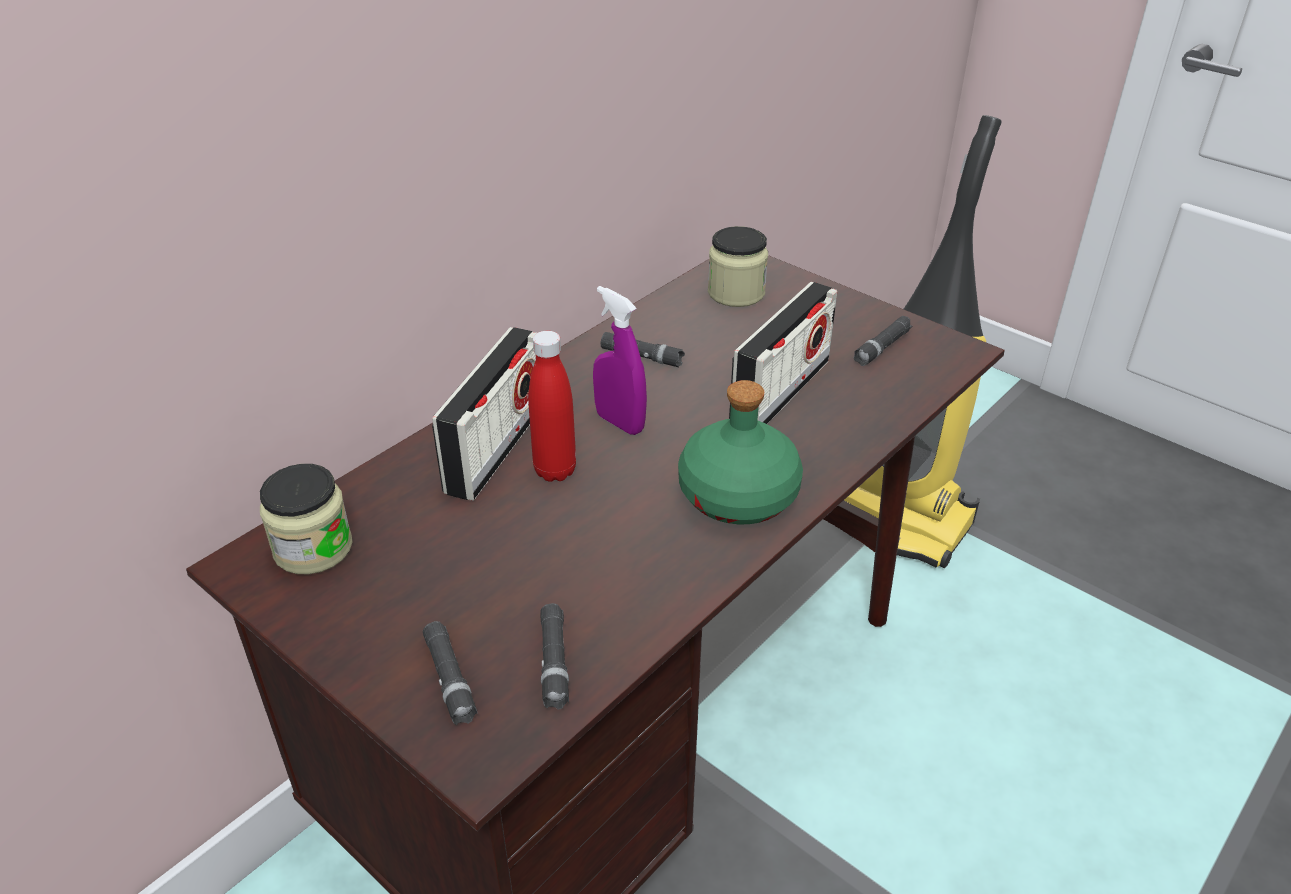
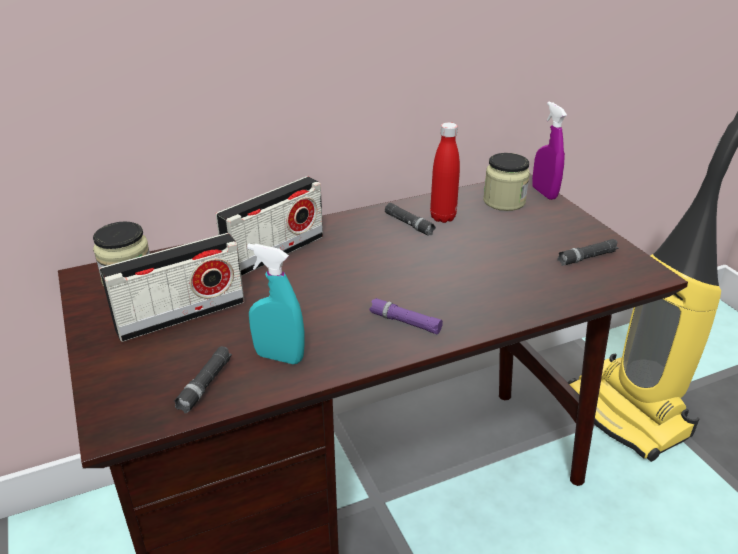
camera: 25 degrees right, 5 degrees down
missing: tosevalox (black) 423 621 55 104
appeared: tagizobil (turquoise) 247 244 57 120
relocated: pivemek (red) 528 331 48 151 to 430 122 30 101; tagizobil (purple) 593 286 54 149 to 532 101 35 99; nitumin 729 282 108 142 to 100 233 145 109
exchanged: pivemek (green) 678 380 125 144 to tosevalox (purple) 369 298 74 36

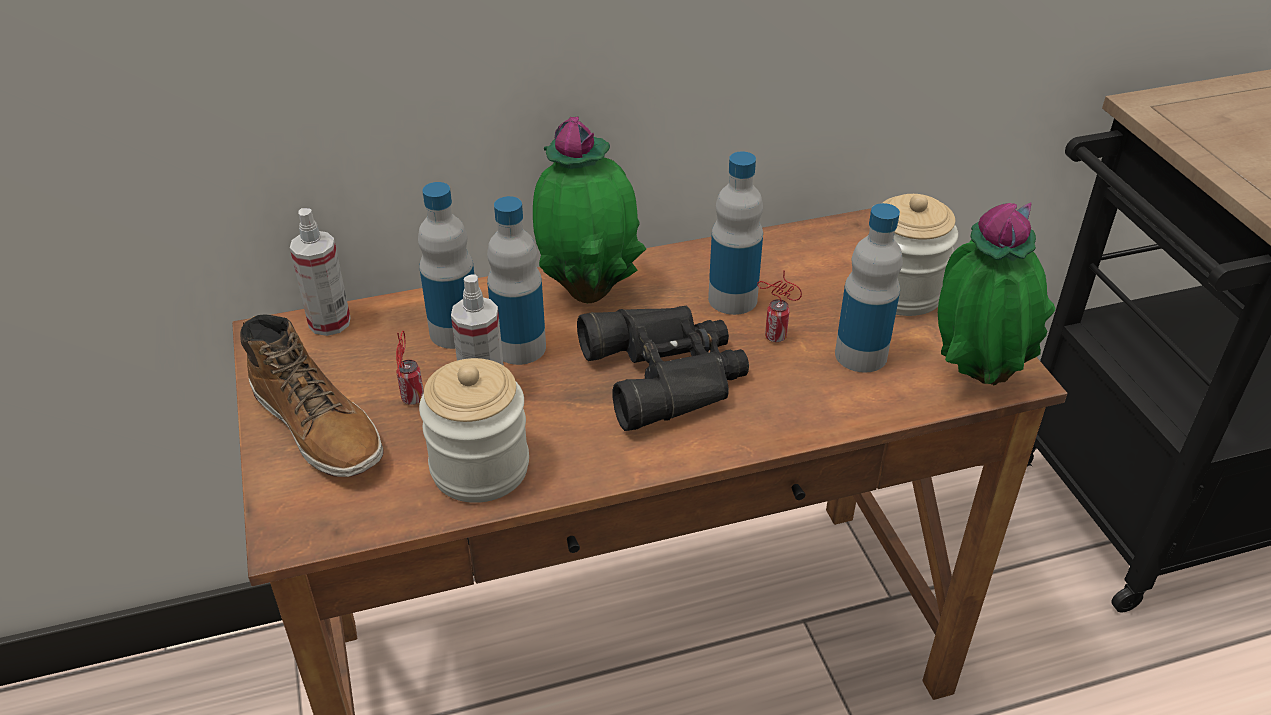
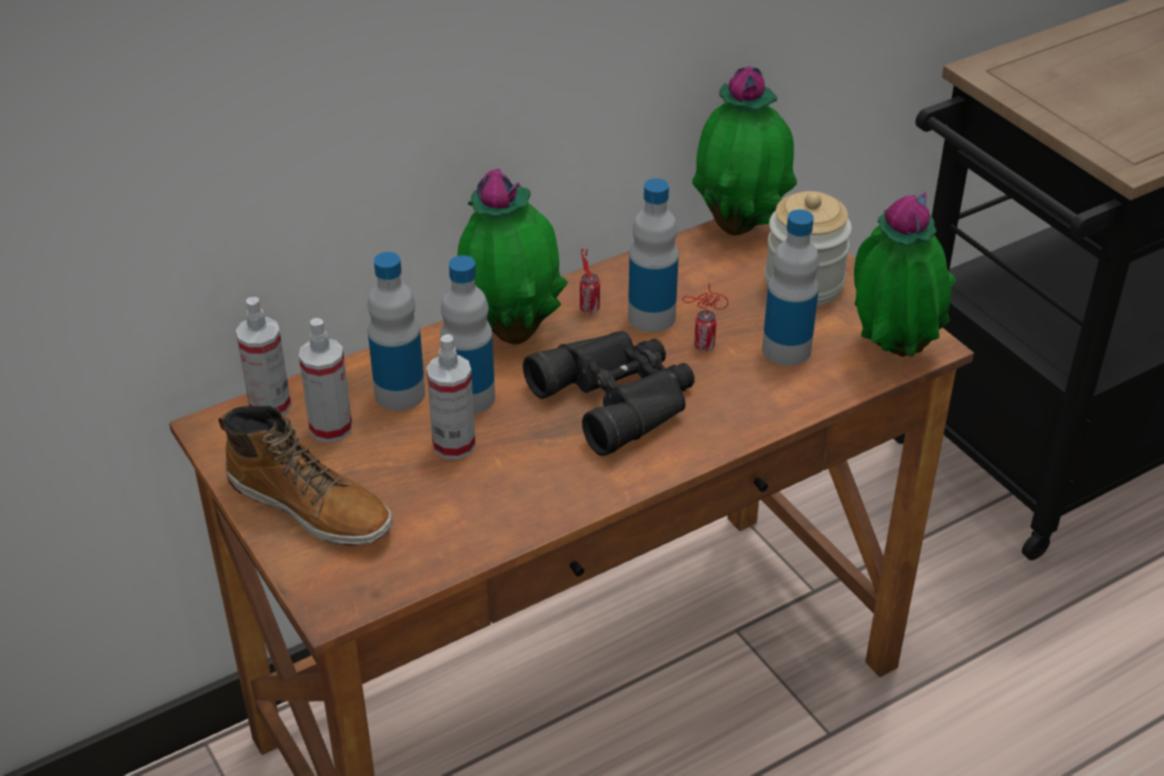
camera: 15 degrees left, 0 degrees up
missing: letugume 419 358 110 145
appeared: tagizobil 299 318 53 125; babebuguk 692 66 105 169
relocated: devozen 396 331 28 74 to 580 248 20 65

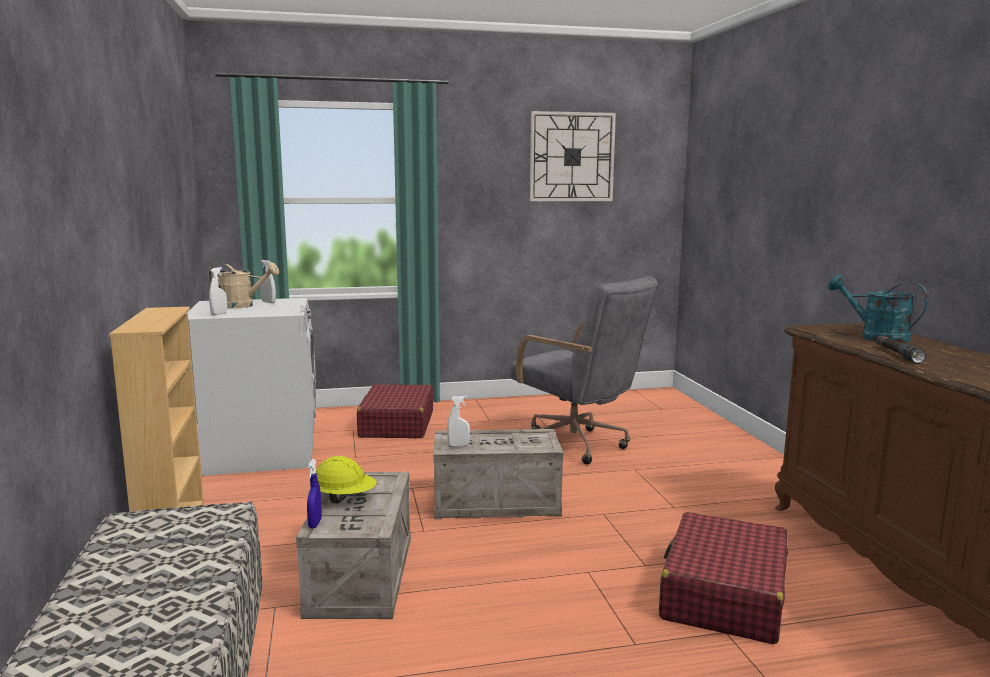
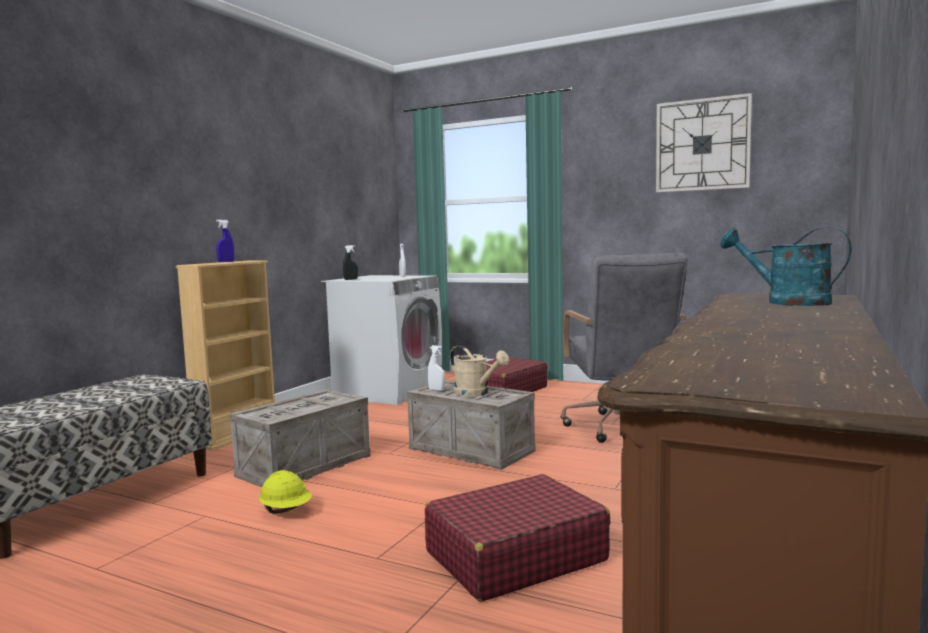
camera: 40 degrees right, 5 degrees down
missing: tosevalox (black) 876 335 50 28
relocated: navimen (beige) 209 262 70 47 to 450 345 59 51; tagizobil (blue) 307 459 15 69 to 216 220 18 42; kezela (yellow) 316 456 61 47 to 259 470 53 44
colour: tagizobil (white) 209 267 18 48 to tagizobil (black) 343 245 15 35
spun: navimen (turquoise) 828 275 101 68 = 720 227 131 79 45 degrees counterclockwise

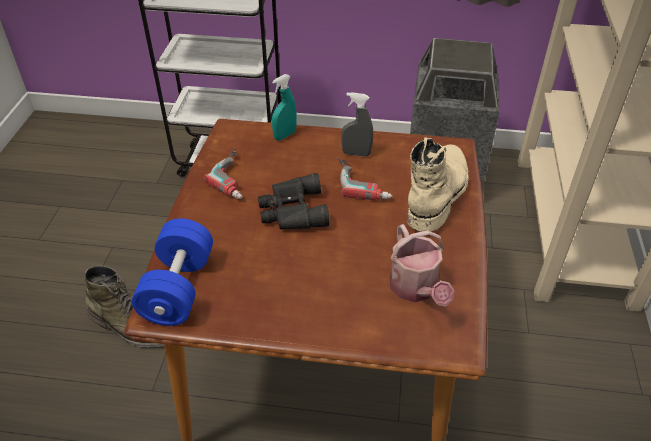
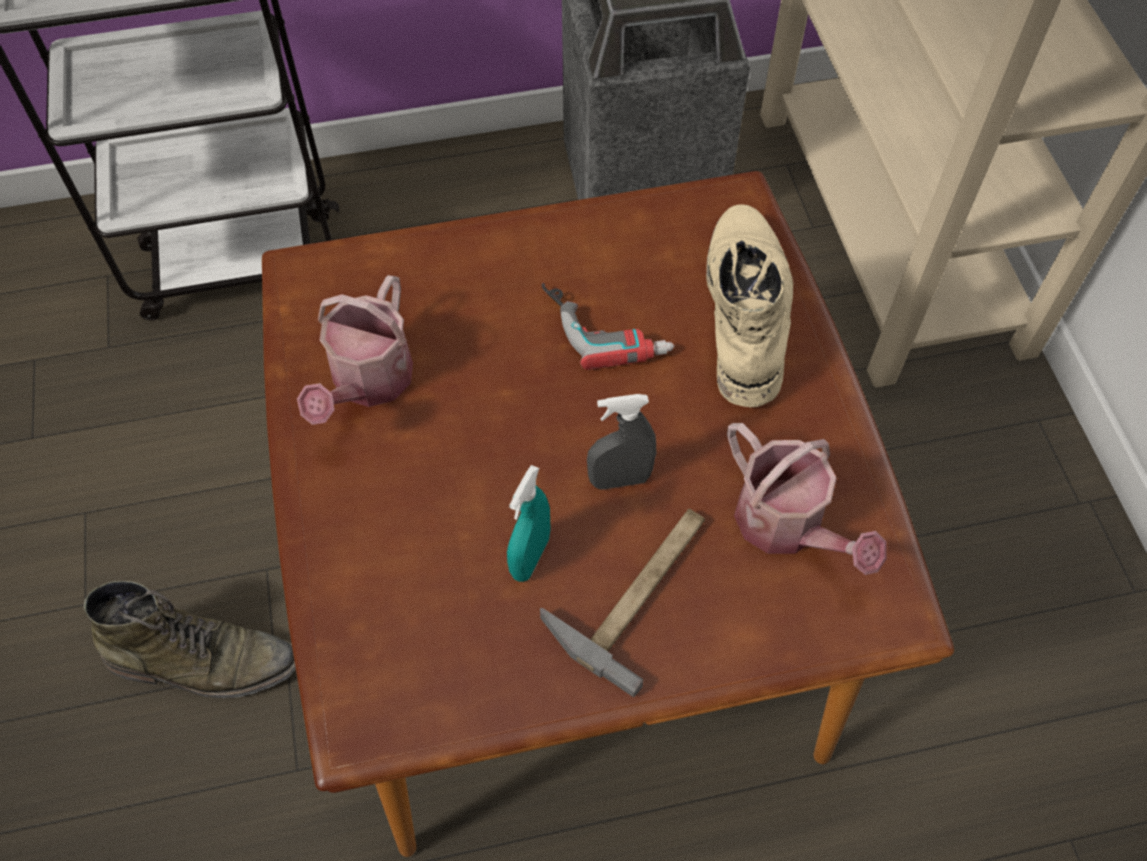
camera: 20 degrees left, 15 degrees up
missing: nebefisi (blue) 132 218 81 108; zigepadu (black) 258 173 72 56
appeared: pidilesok 540 509 165 188
relocated: tagizobil (turquoise) 272 74 25 67 to 507 465 43 117; tagizobil (grey) 341 92 32 65 to 587 394 69 96
exchanged: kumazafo 204 148 39 51 to navimen 297 275 116 150

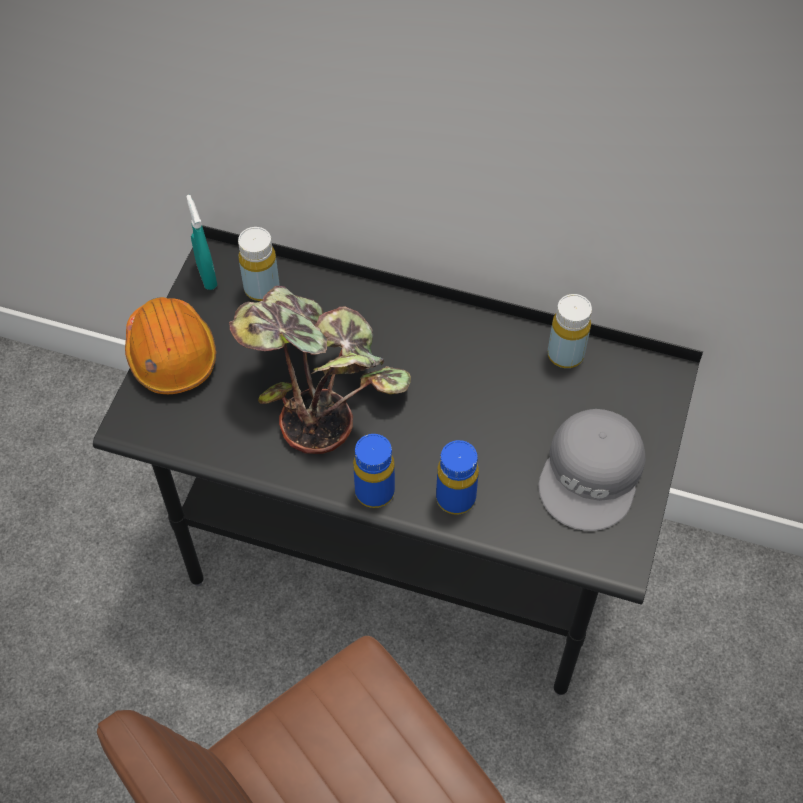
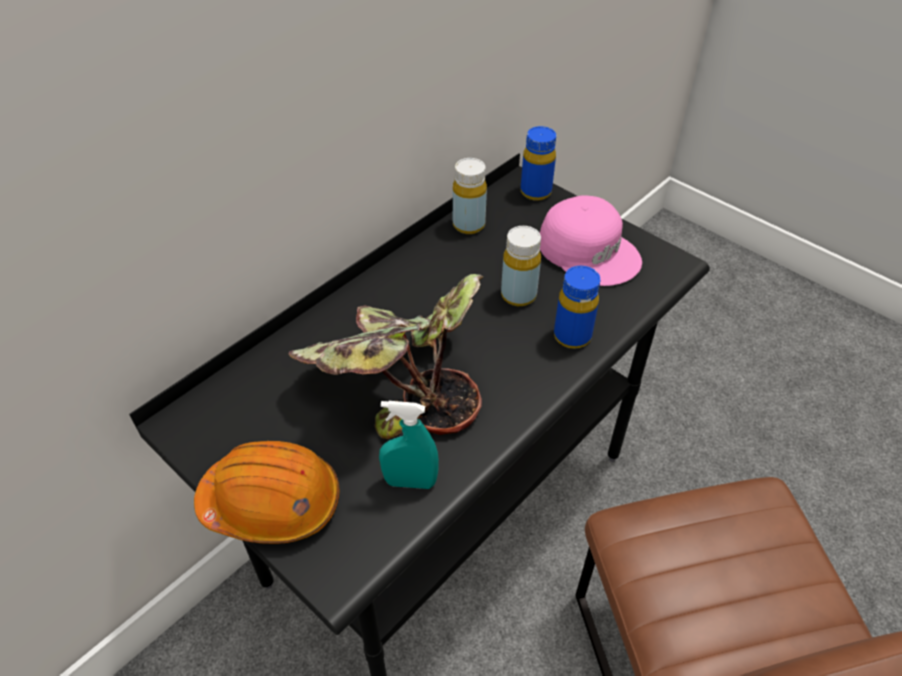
camera: 65 degrees left, 10 degrees down
relocated: tagizobil (turquoise) 186 195 31 95 to 379 401 60 88; pivemek (yellow) 238 227 42 74 to 501 226 40 80; pivemek (blue) 353 434 42 74 to 521 126 35 75
colour: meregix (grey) 539 409 106 122 to meregix (pink) 540 195 102 91

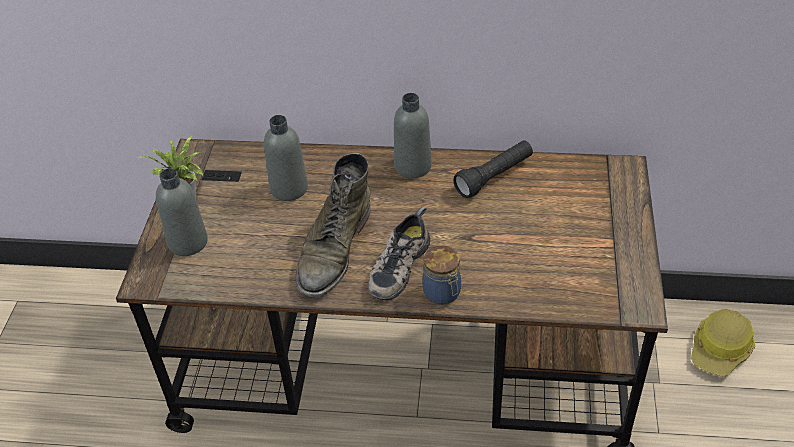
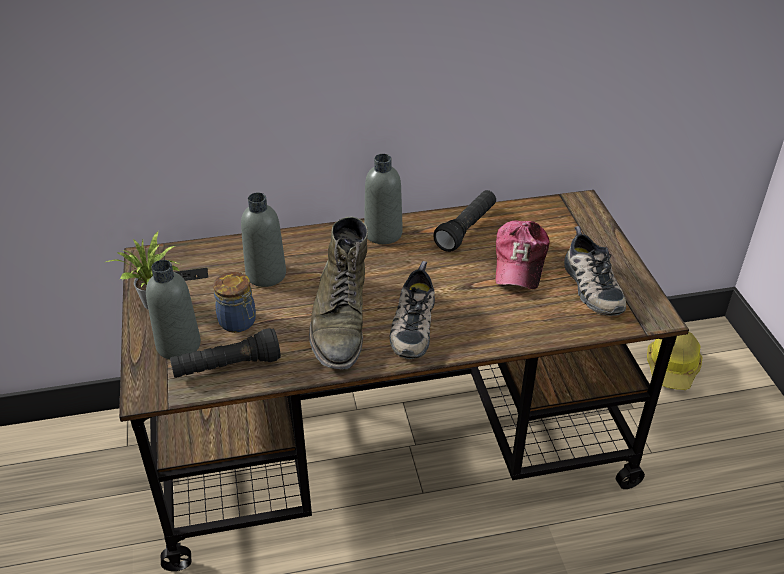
camera: 20 degrees left, 5 degrees down
appeared: tosevalox (black) 170 328 111 50; meregix 496 221 54 68; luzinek 564 226 62 90
relocated: letugume 423 246 38 59 to 213 272 43 61

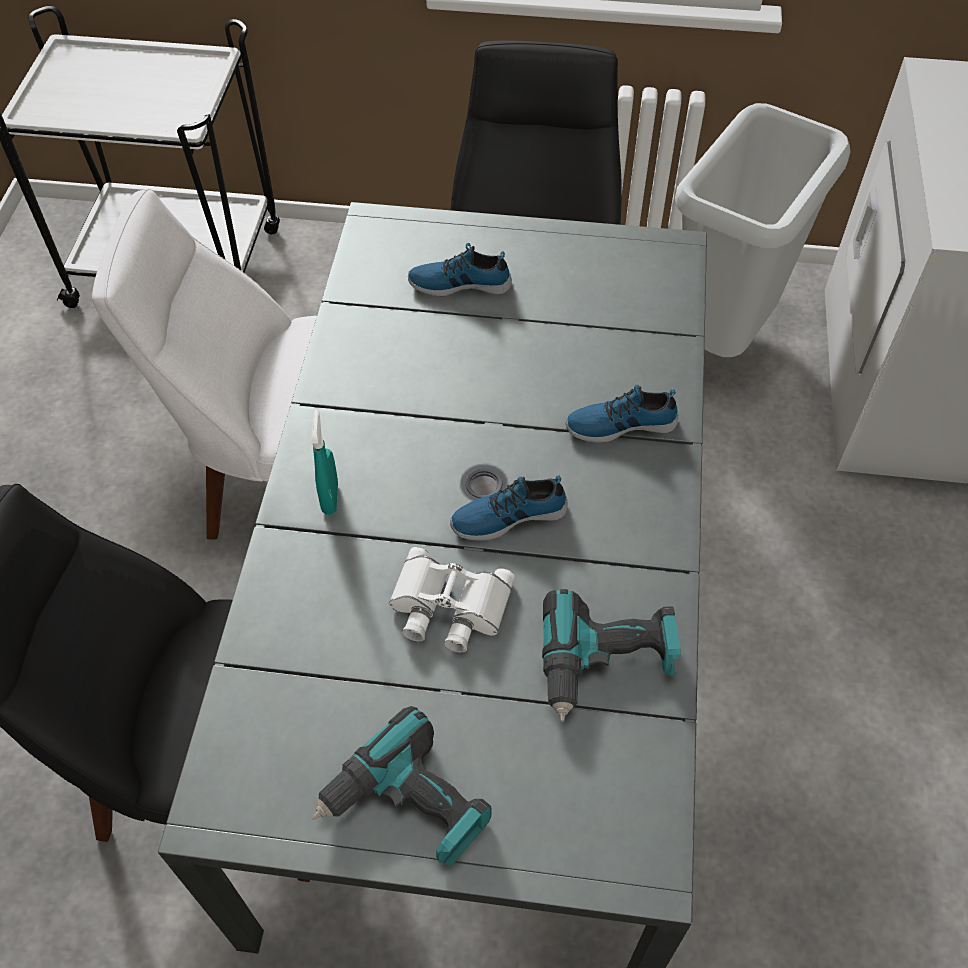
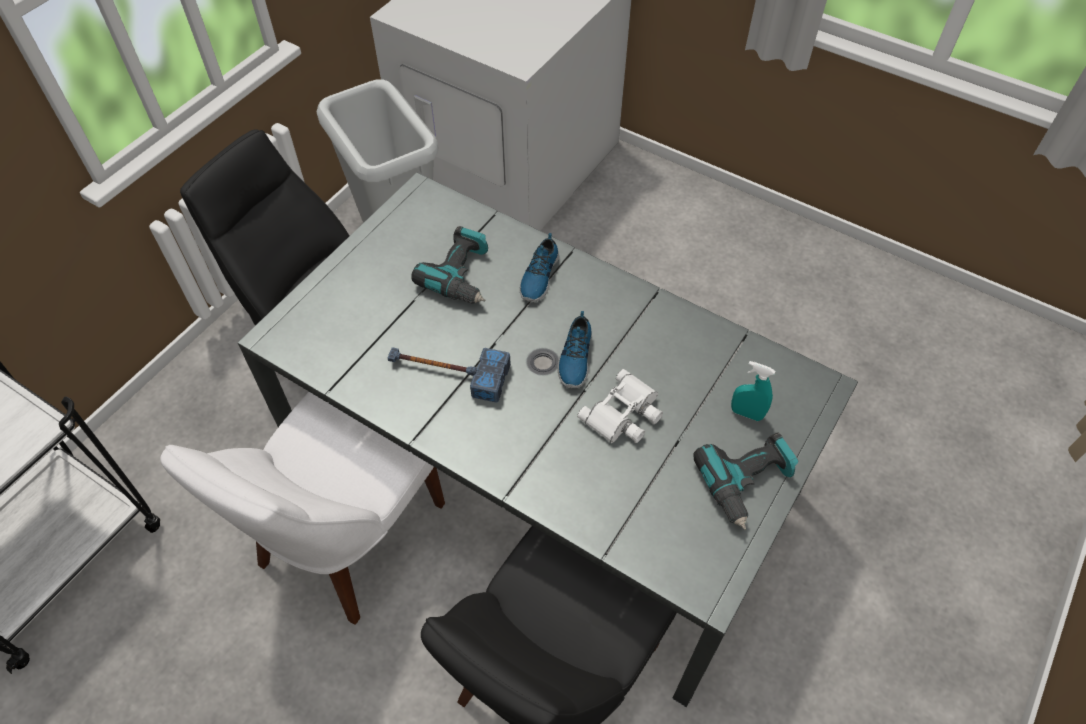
camera: 65 degrees left, 0 degrees up
missing: luzinek 408 243 104 53
appeared: pidilesok 387 347 124 56
relocated: tagizobil (turquoise) 312 410 26 105 to 731 361 44 60; kumazafo 542 589 139 133 to 411 226 77 78

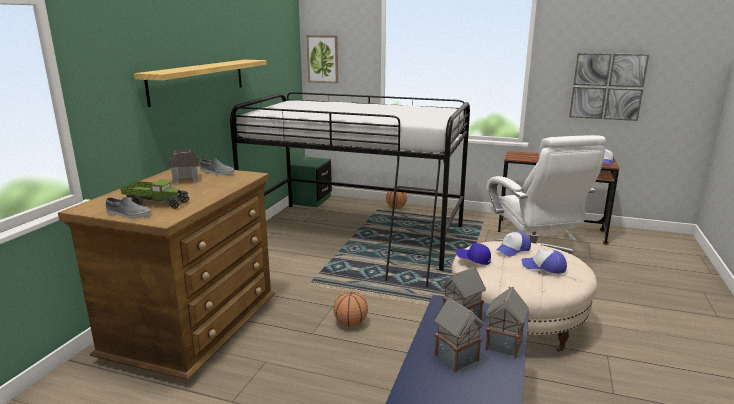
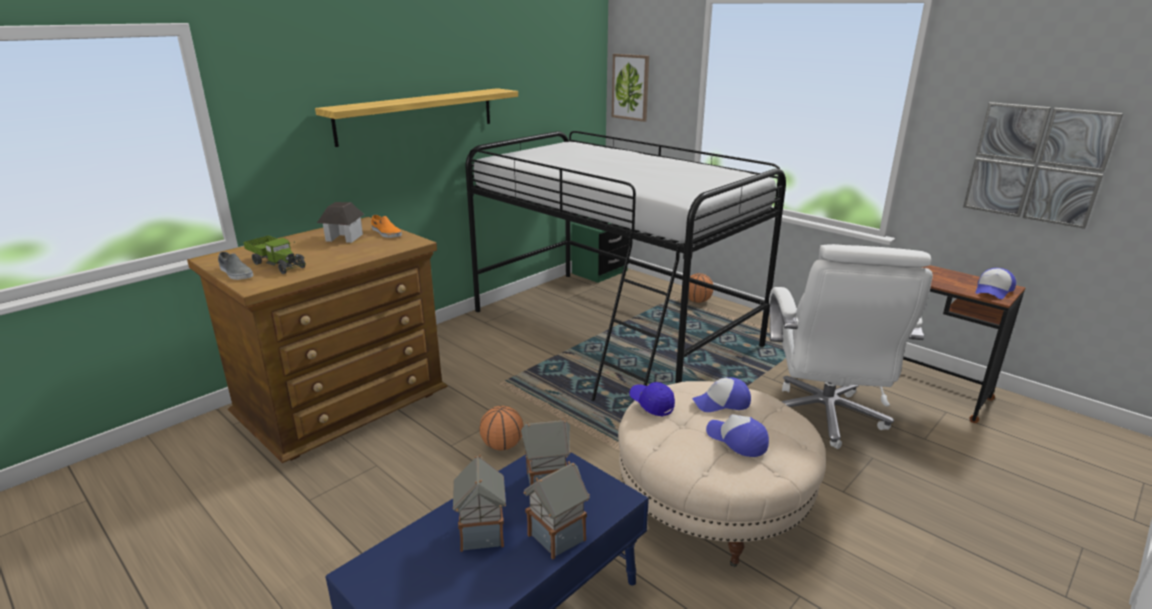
camera: 25 degrees right, 5 degrees up
colour: luzinek (grey) 200 158 35 17 to luzinek (orange) 371 215 31 23

